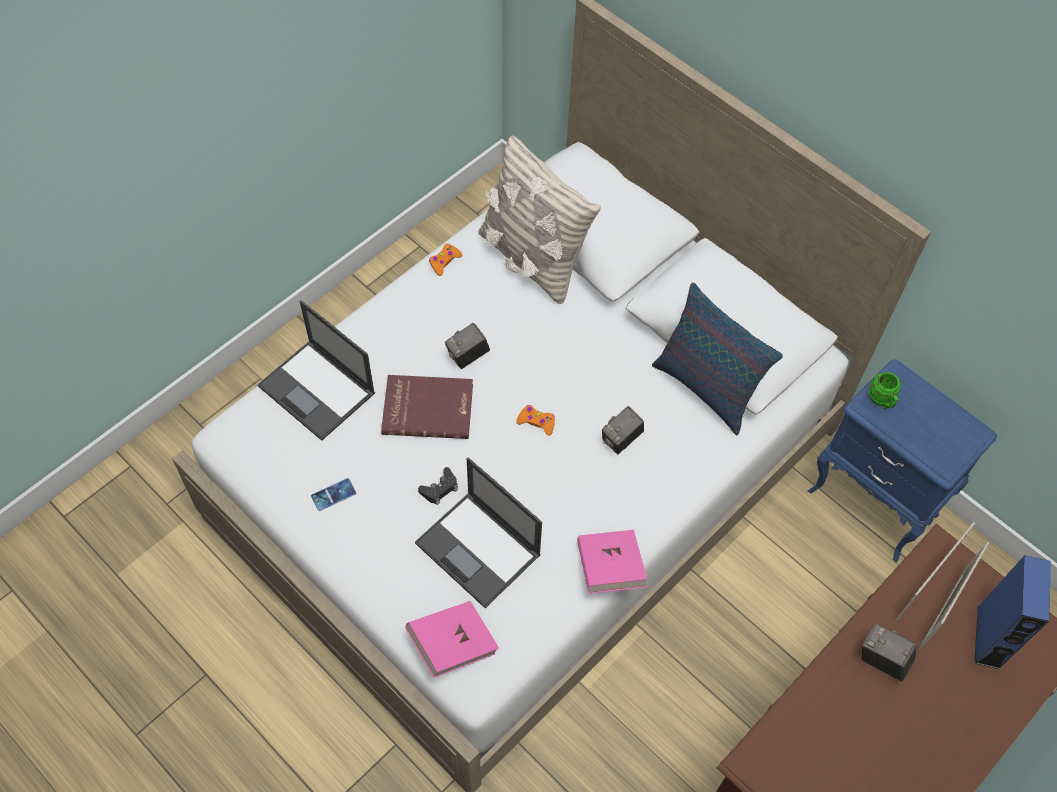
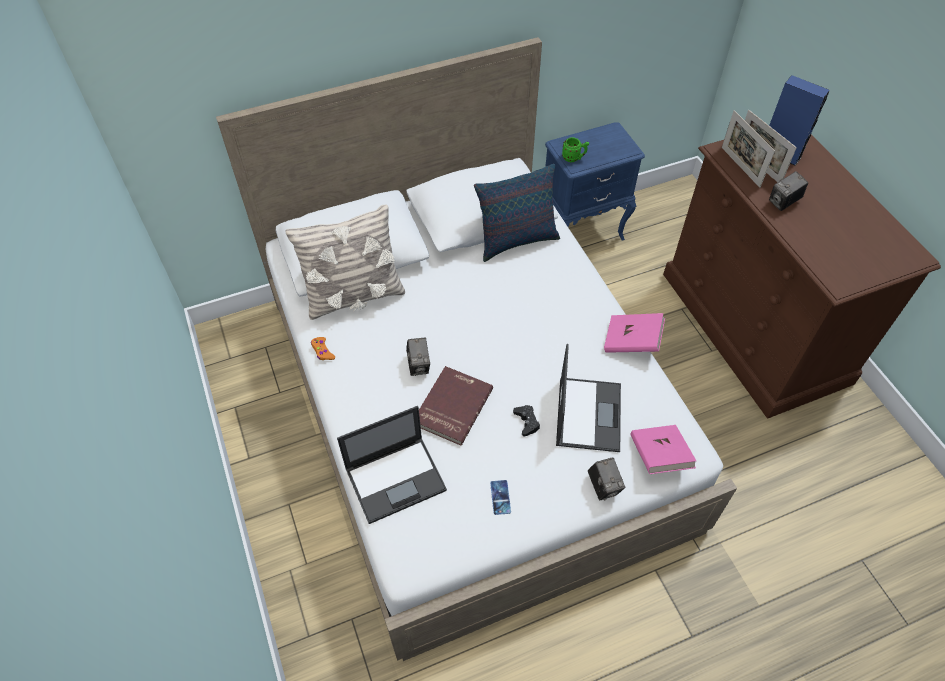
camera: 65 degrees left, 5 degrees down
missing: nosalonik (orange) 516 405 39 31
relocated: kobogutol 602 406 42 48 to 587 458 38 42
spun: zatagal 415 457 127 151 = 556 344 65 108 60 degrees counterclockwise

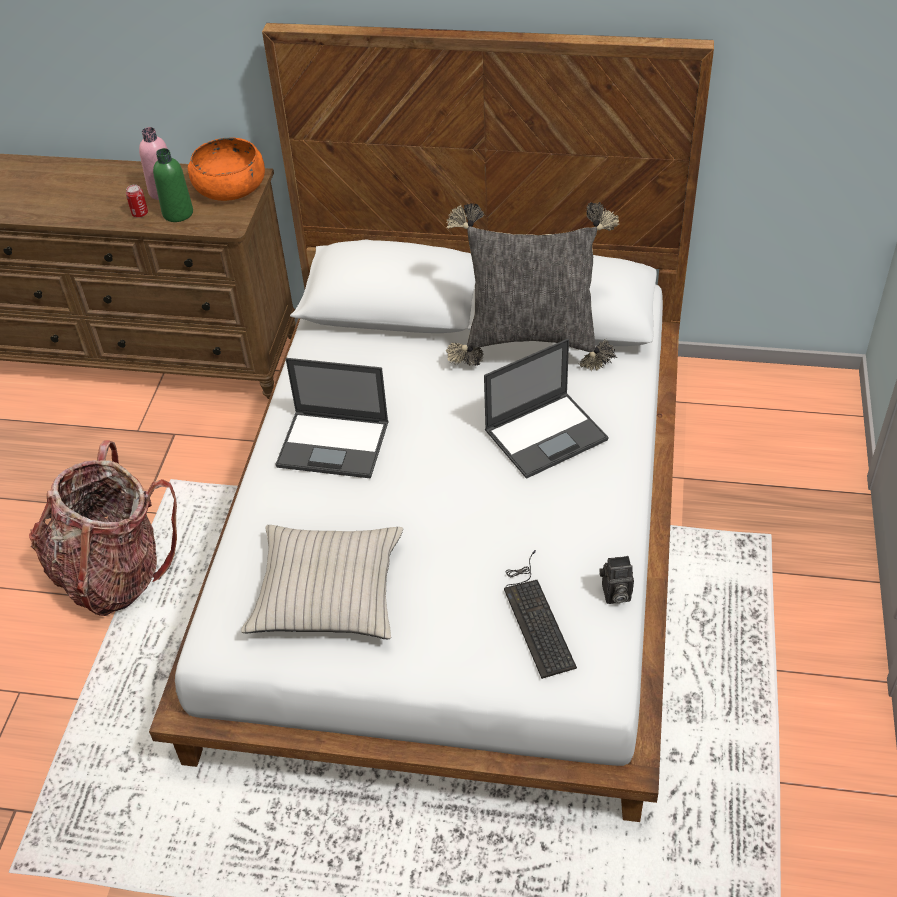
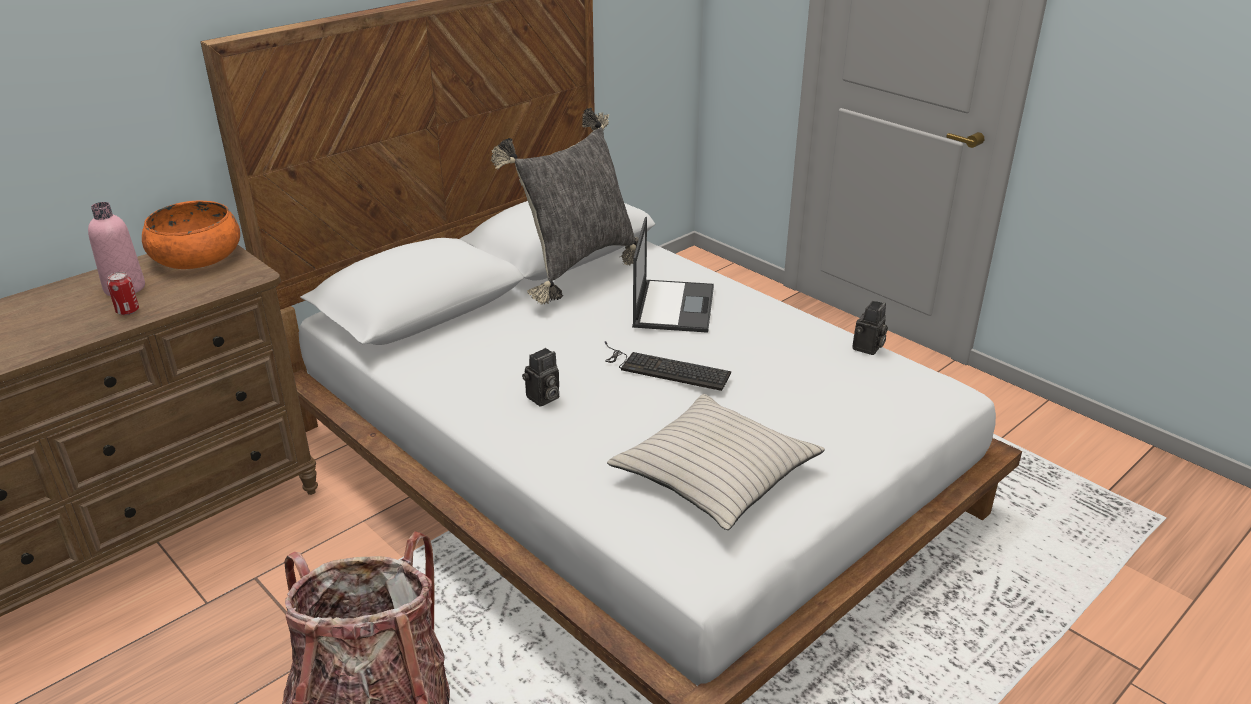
camera: 55 degrees left, 15 degrees down
missing: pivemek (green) 153 148 40 74
relocated: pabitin 504 550 73 129 to 605 341 126 50
exchanged: zatagal 275 358 114 121 to kobogutol 522 348 37 59

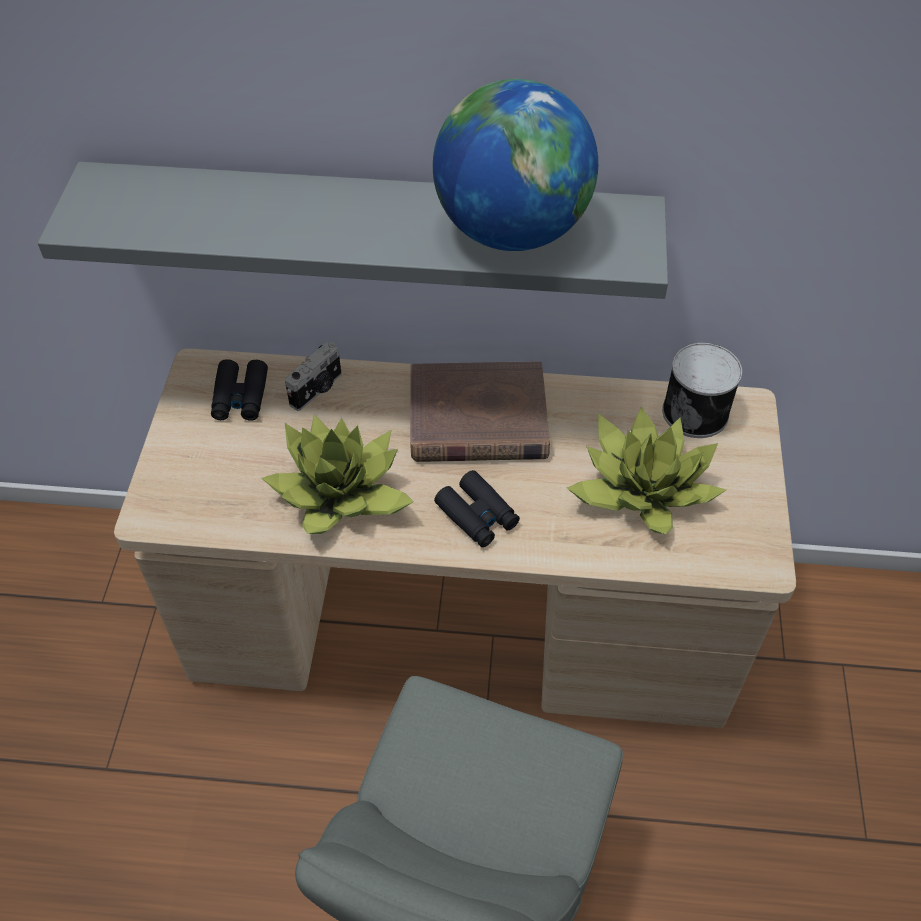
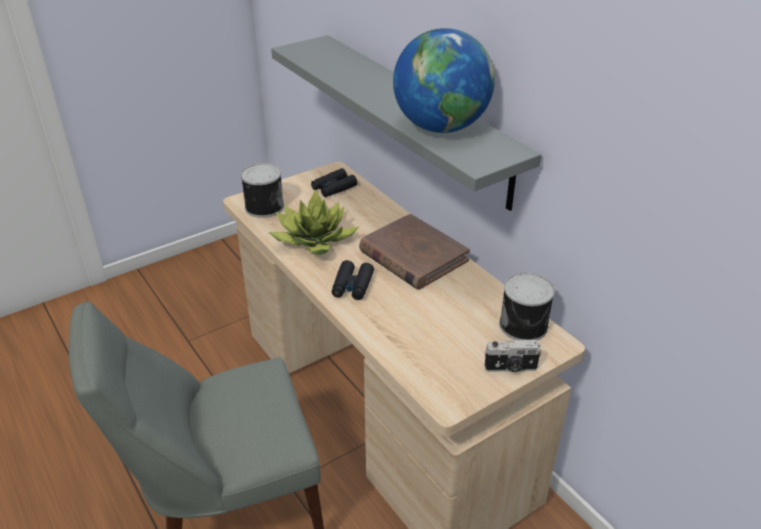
camera: 50 degrees right, 15 degrees down
missing: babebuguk 567 407 159 127
appeared: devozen 241 163 43 55
relocated: kobogutol 285 342 56 69 to 484 339 58 33

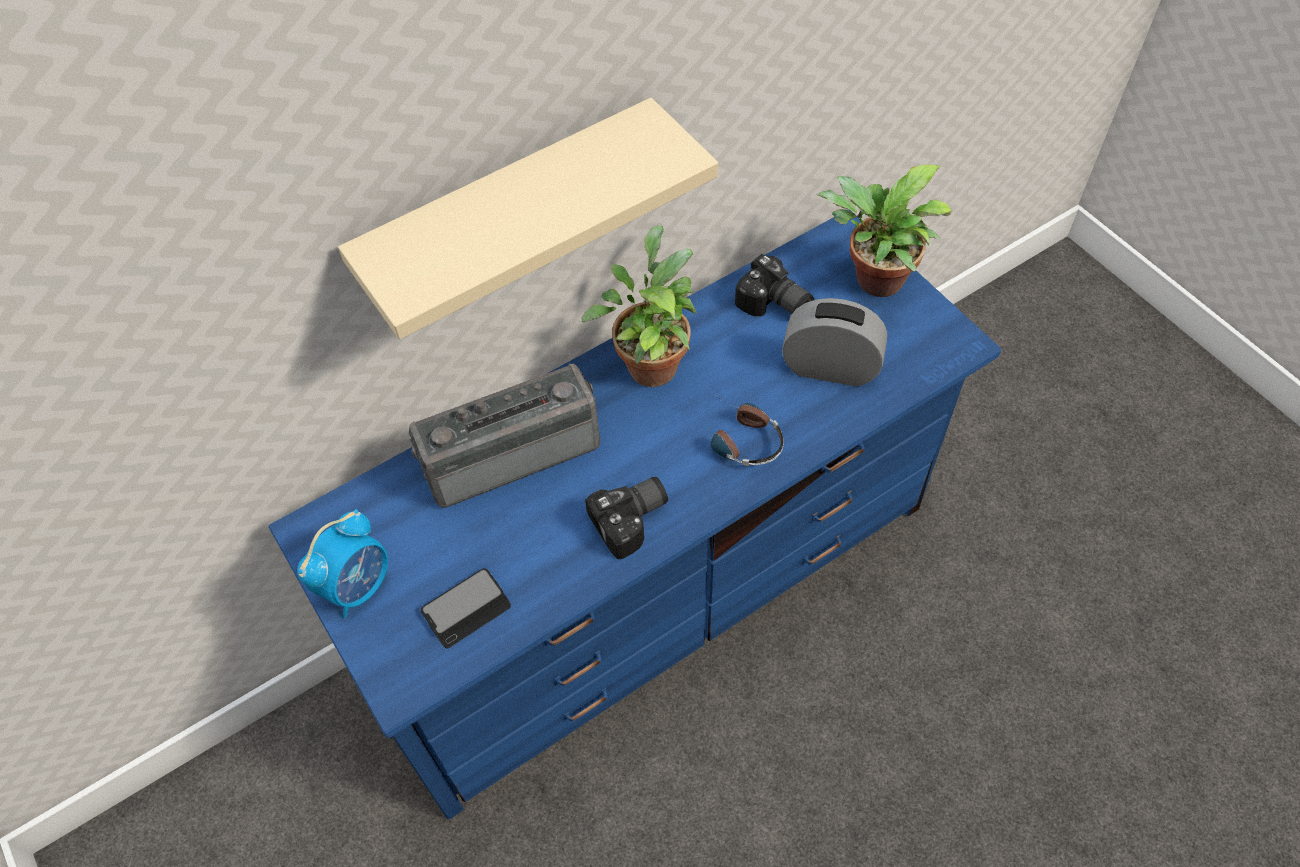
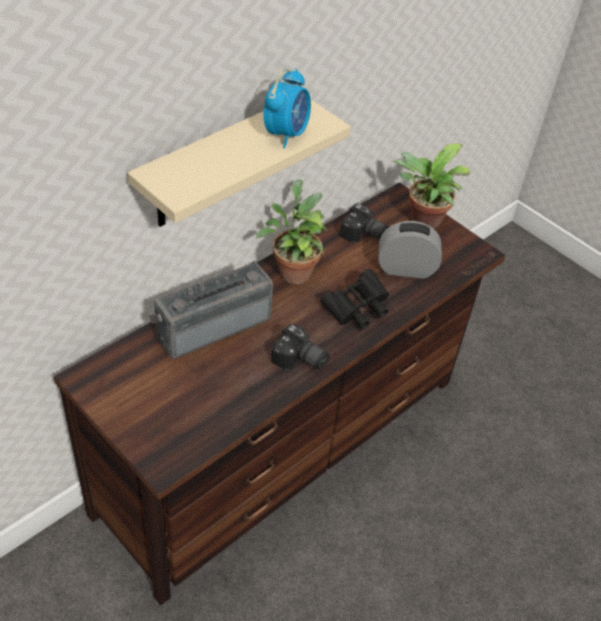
camera: 15 degrees left, 10 degrees down
missing: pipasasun 421 568 90 80
relocated: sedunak 297 509 91 109 to 264 68 47 80
exchanged: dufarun 711 395 73 71 to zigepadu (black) 321 269 68 61
colour: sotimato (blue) 269 210 732 609 to sotimato (brown) 54 182 451 423
spun: kobogutol 585 477 83 83 = 271 324 58 46 75 degrees clockwise

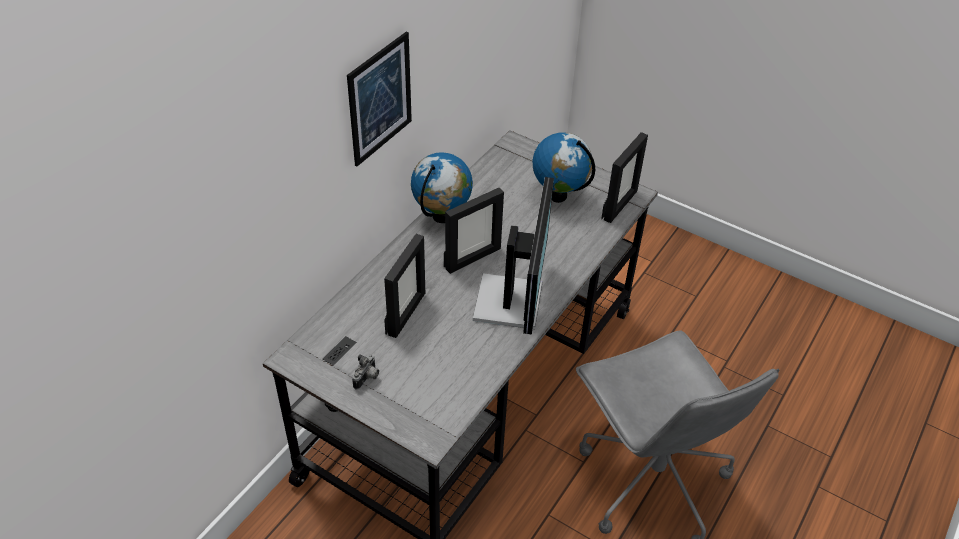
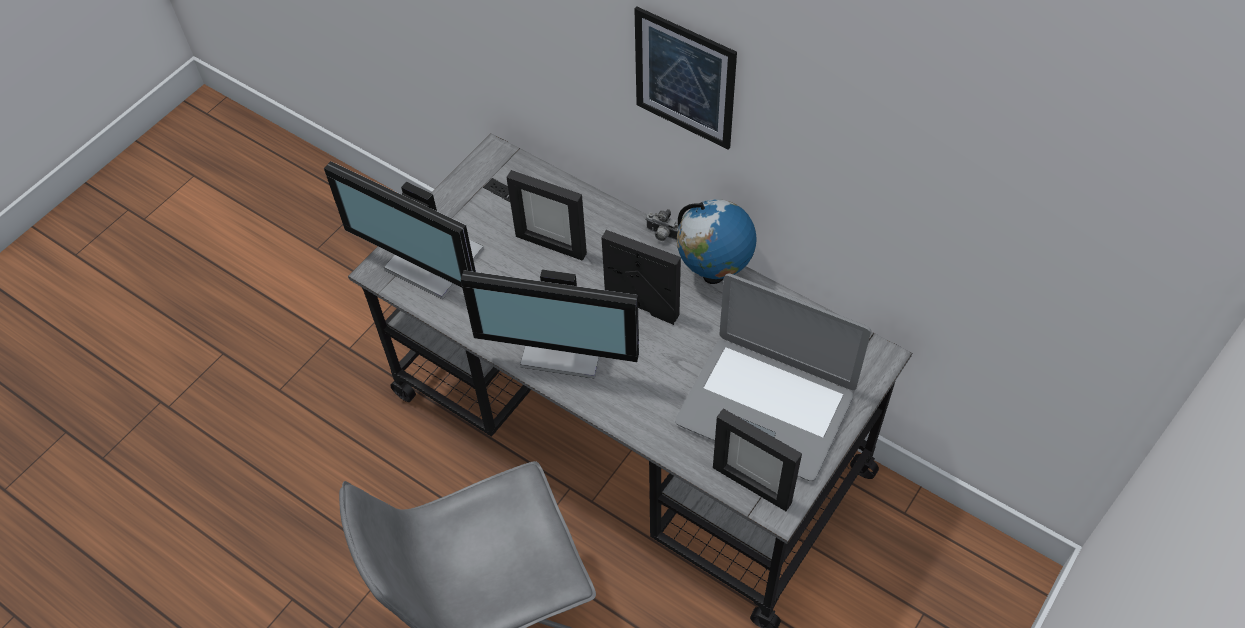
camera: 95 degrees right, 10 degrees up
appeared: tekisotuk 324 161 160 138
relocated: kobogutol 352 354 27 35 to 645 209 33 32
exchanged: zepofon 532 132 63 71 to zatagal 675 273 196 208
spun: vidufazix 444 188 60 86 = 601 230 80 95 150 degrees clockwise

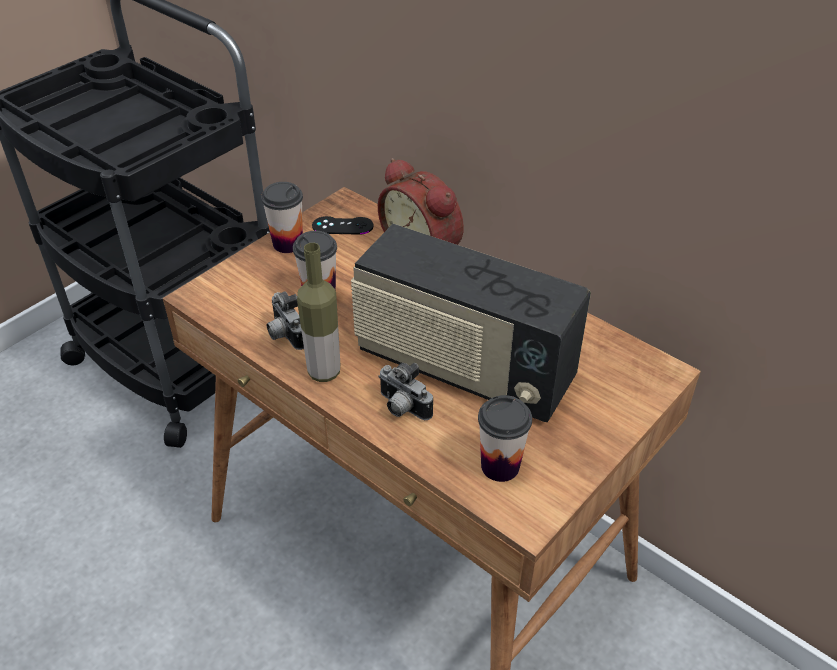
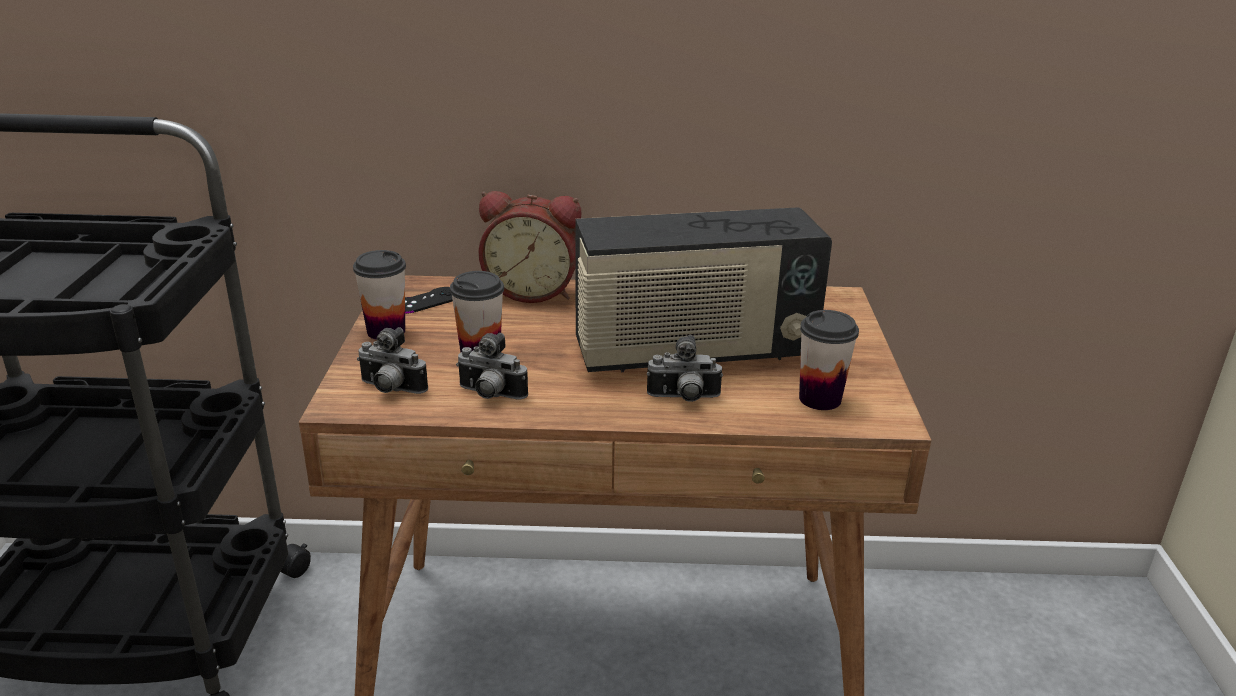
camera: 40 degrees left, 15 degrees down
missing: pivemek 297 243 43 139
appeared: kobogutol 357 327 71 67

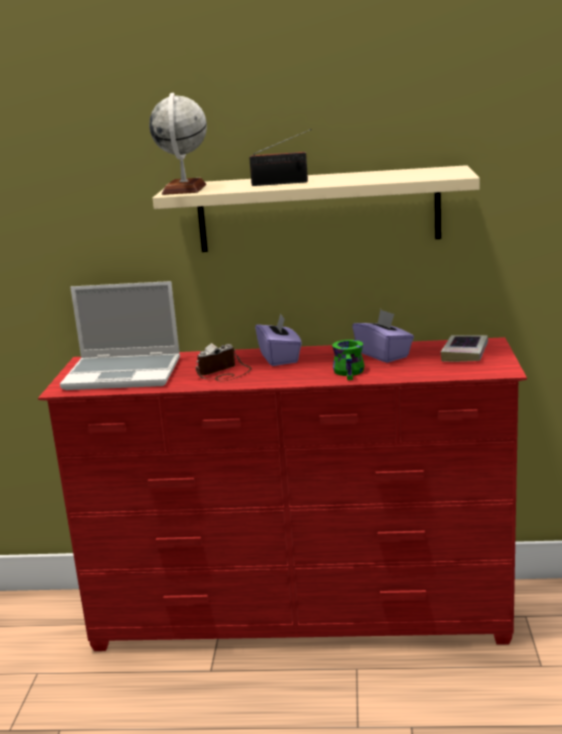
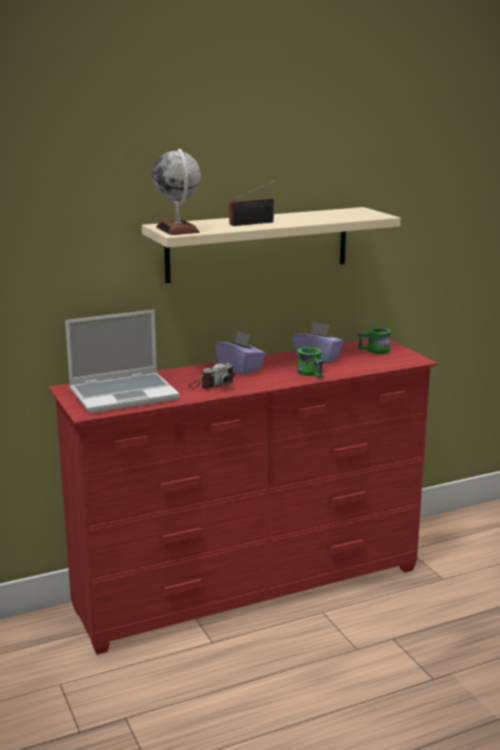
camera: 30 degrees left, 0 degrees up
exchanged: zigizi 441 335 47 27 to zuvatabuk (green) 358 328 34 26
spun: kobogutol 195 343 57 38 = 188 363 47 26 150 degrees counterclockwise

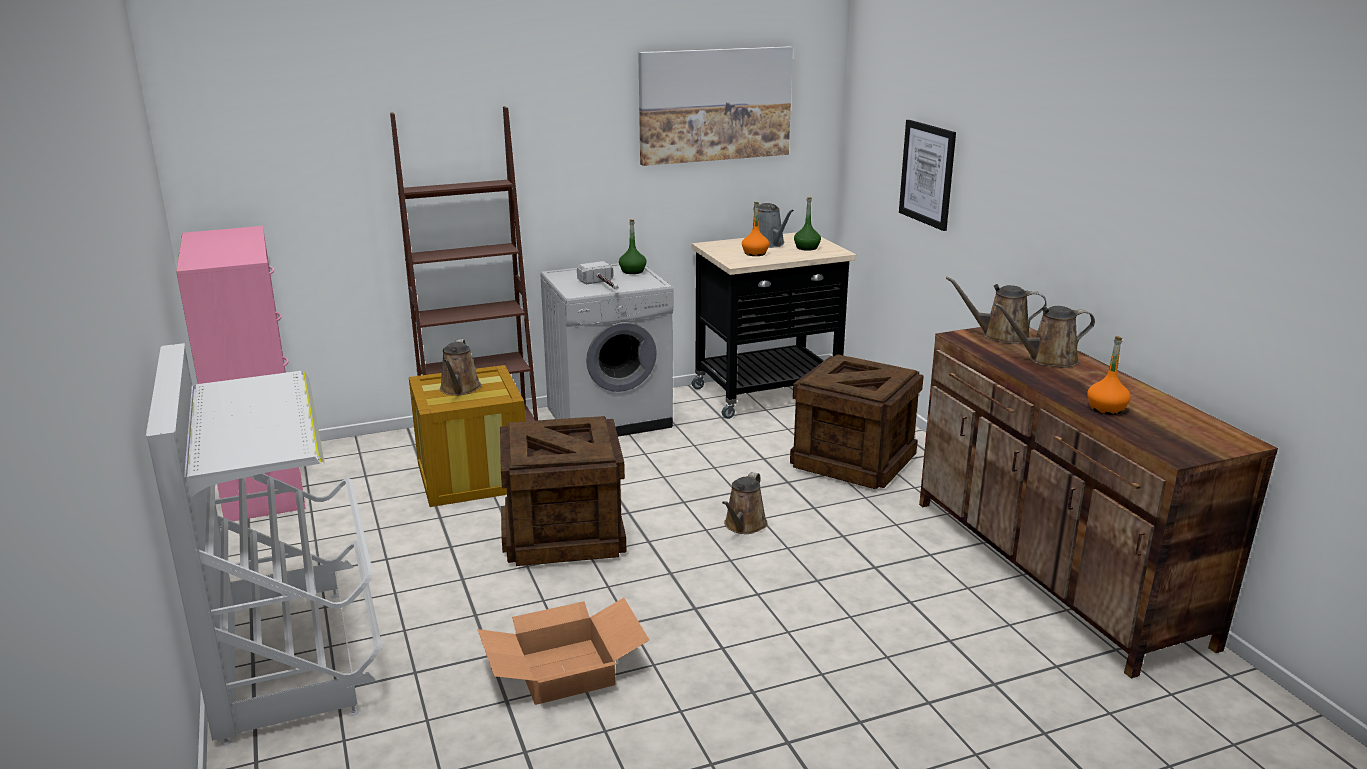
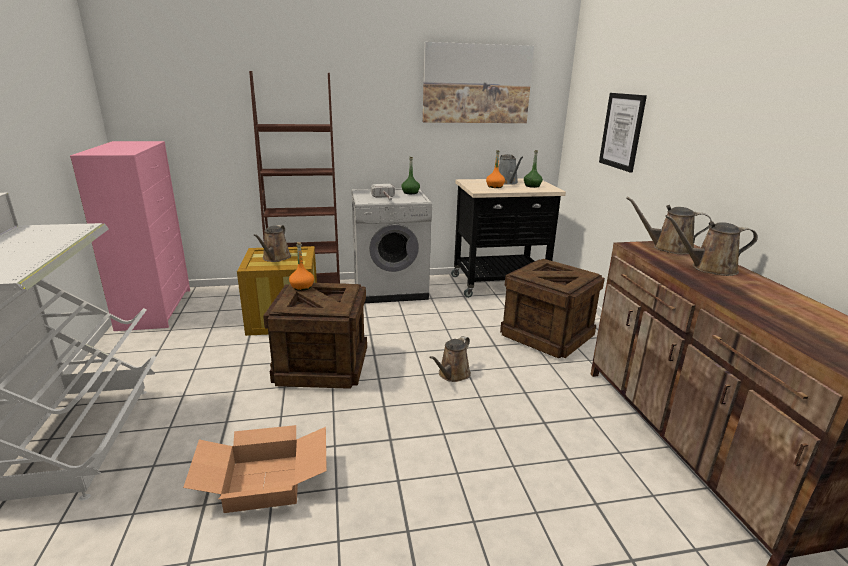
camera: 10 degrees right, 0 degrees up
relocated: pivemek (orange) 1088 336 43 79 to 289 242 25 49

